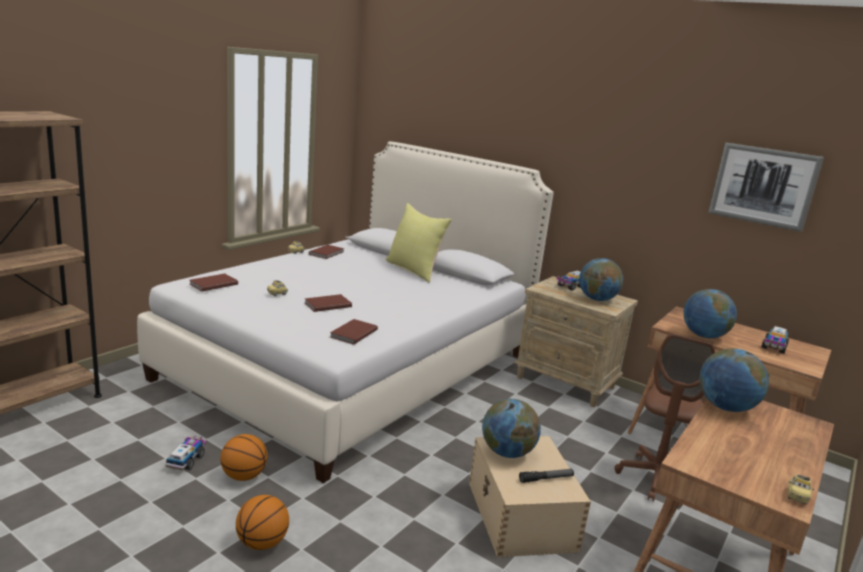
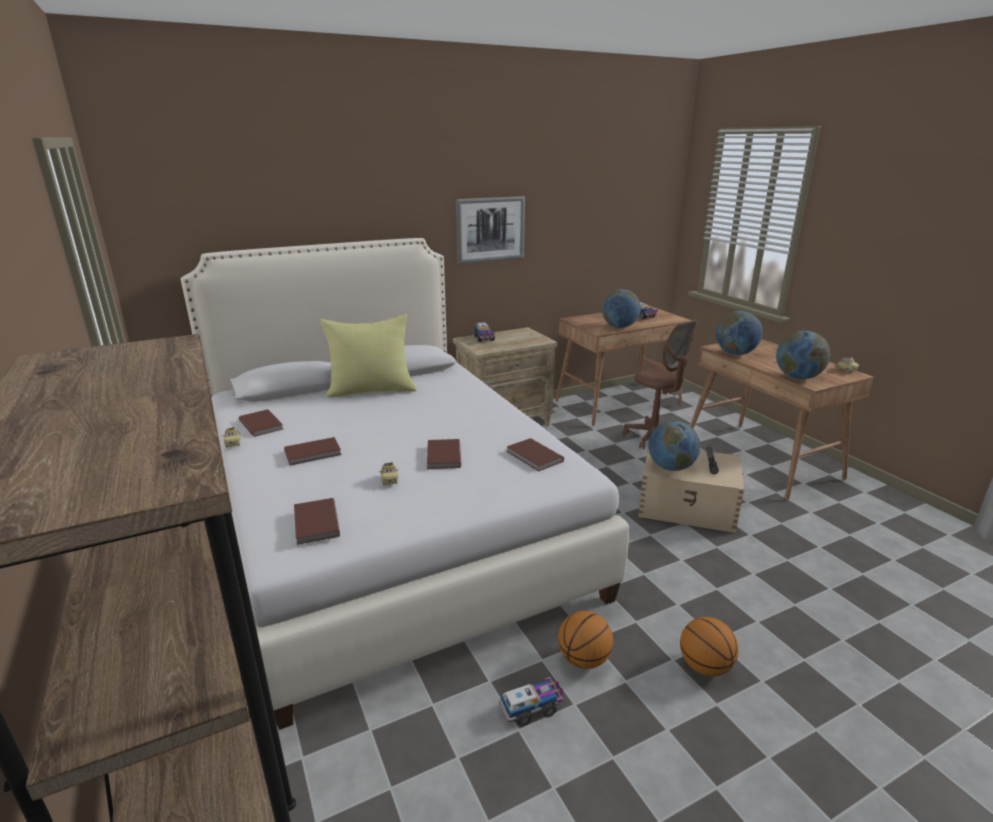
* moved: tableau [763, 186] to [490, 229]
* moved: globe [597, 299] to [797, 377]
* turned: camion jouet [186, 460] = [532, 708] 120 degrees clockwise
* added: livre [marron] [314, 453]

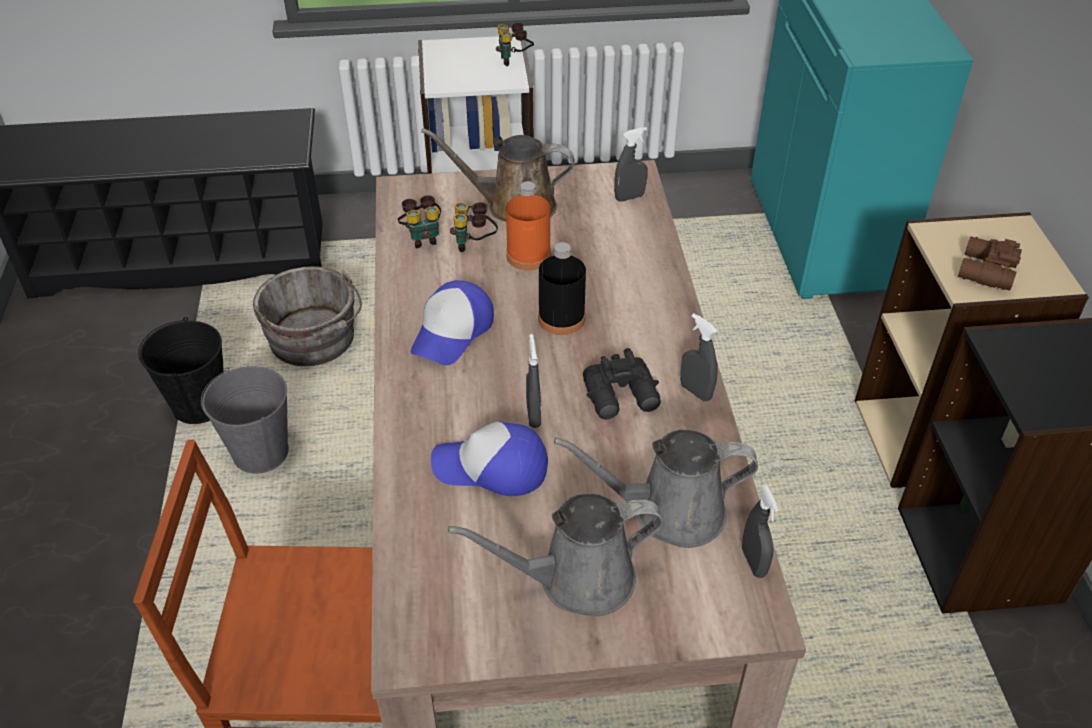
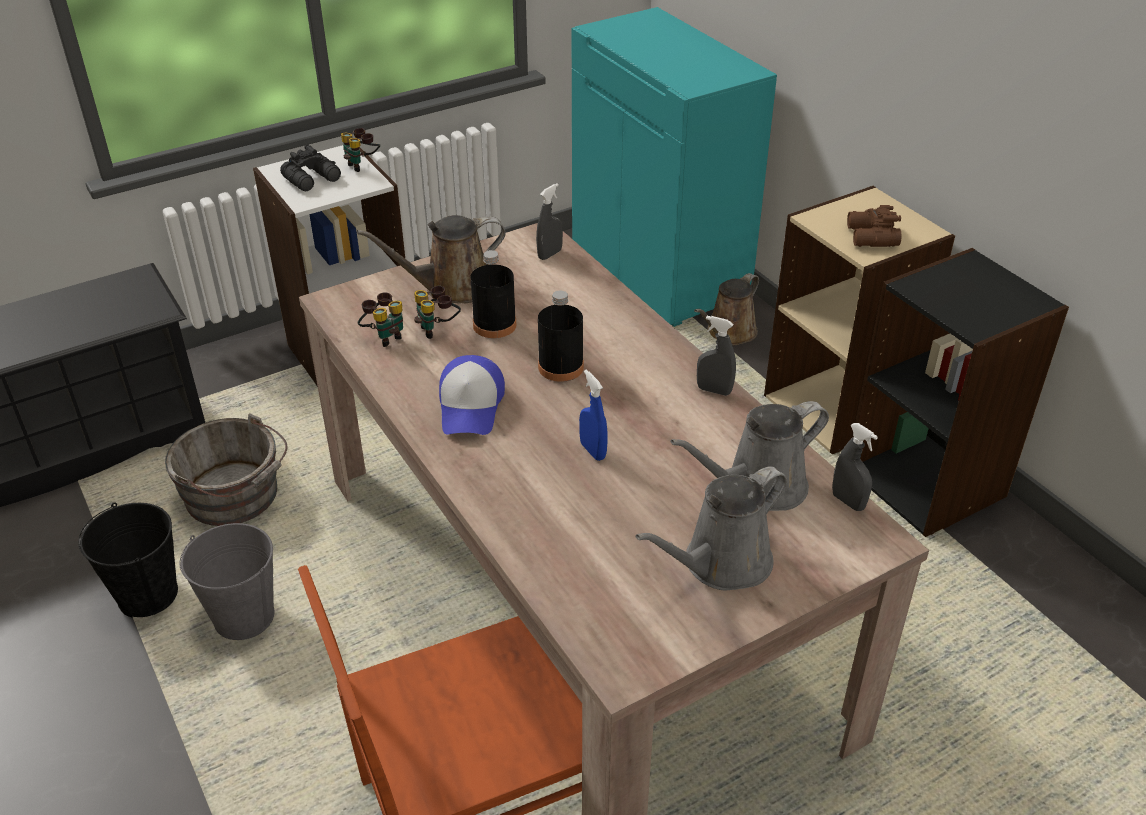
* recoloured: bouteille [orange] [528, 256] to bouteille [noir] [494, 325]
* recoloured: vaporisateur [gris] [533, 415] to vaporisateur [bleu] [593, 451]
* moved: jumelles [noir] [622, 397] to [313, 179]
* removed: casquette [491, 468]
* added: arrosoir [marron] [728, 334]

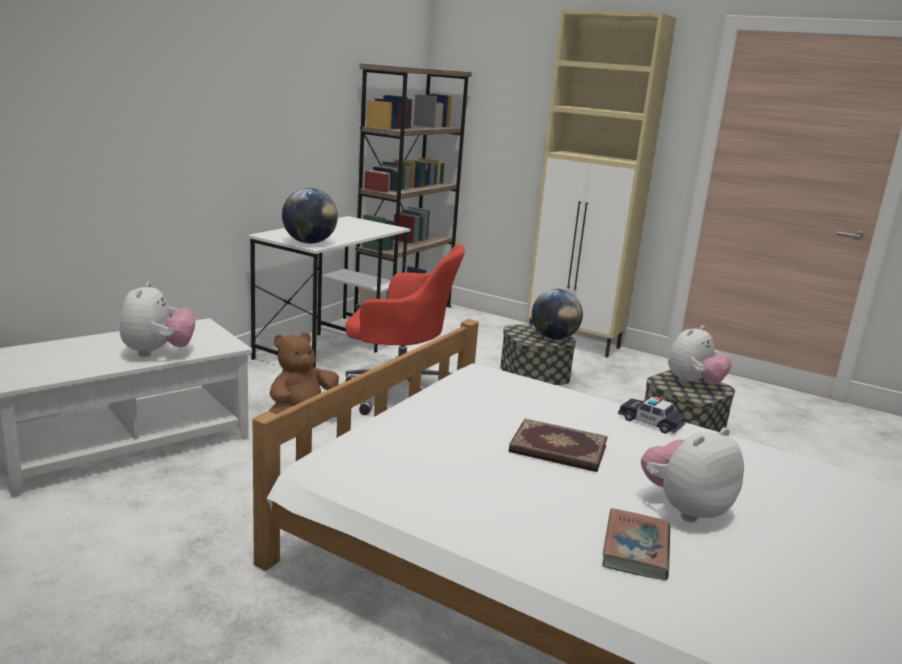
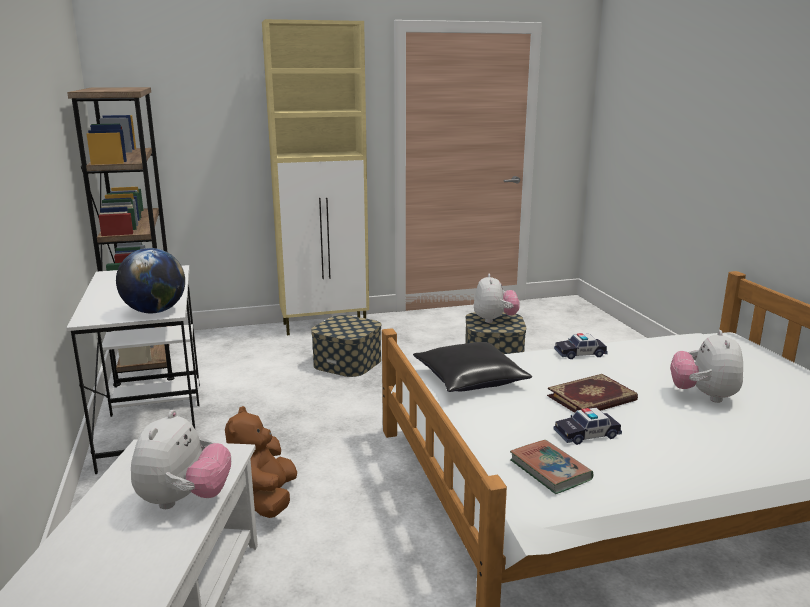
* removed: chaise de bureau [rouge] [398, 392]
* turned: peluche [157, 352] = [184, 500] 60 degrees clockwise
* removed: globe [554, 338]
* moved: livre [636, 549] to [550, 470]
* added: coussin [noir] [470, 379]
* added: petite voiture [587, 434]

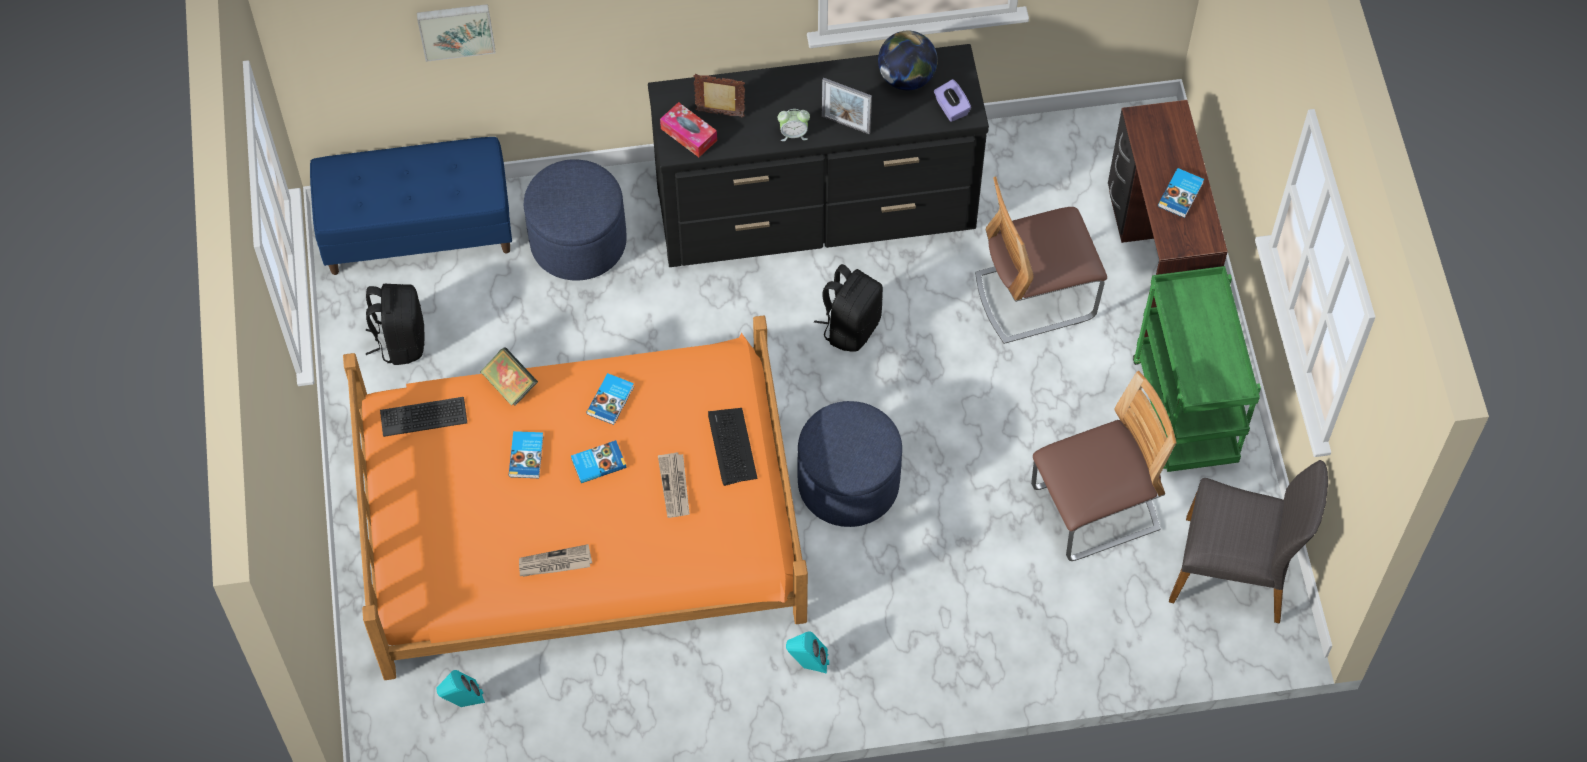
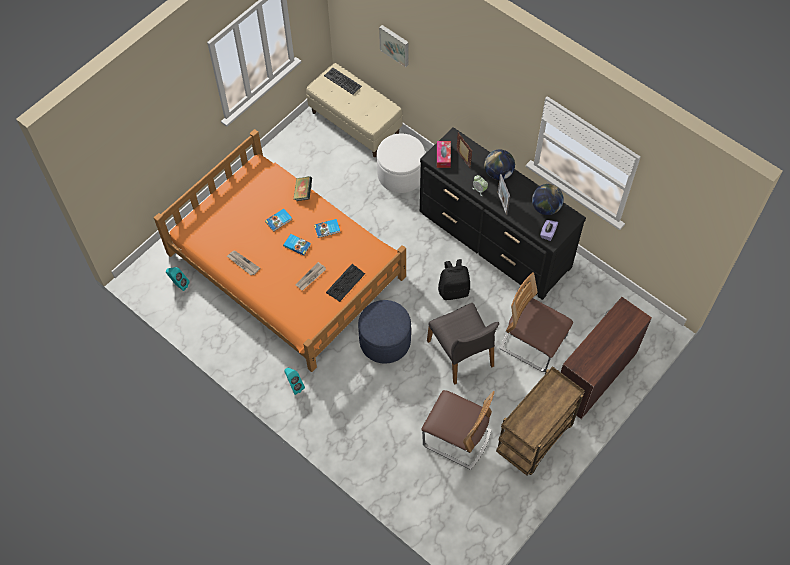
* recoloured: banc [bleu] [419, 230] to banc [beige] [356, 123]
* recoloured: pouf [bleu] [578, 241] to pouf [blanc] [401, 174]
* removed: livre [1181, 194]
* recoloured: chariot [vert] [1186, 413] to chariot [marron] [534, 440]
* removed: sac à dos [noir] [400, 340]
* moved: clavier [423, 416] to [343, 81]
* moved: chaise [gris] [1234, 571] to [461, 353]
* added: globe [498, 173]

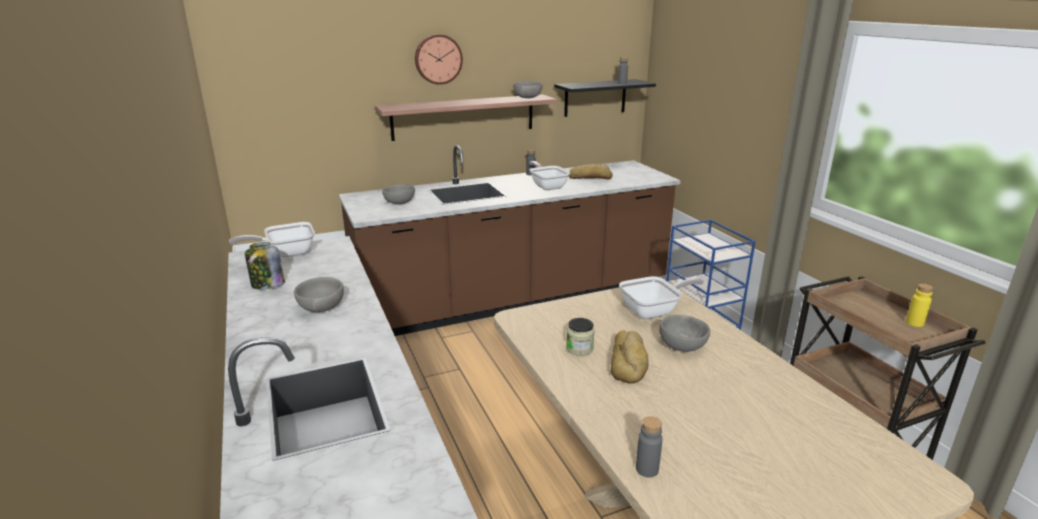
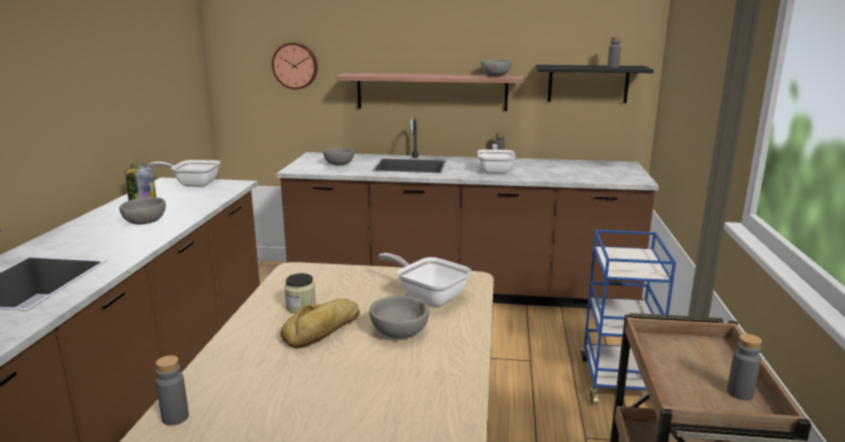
* moved: horloge murale [438, 59] to [295, 65]
* removed: pain [590, 177]
* turned: poêle [654, 311] = [428, 296] 150 degrees counterclockwise
* recoloured: bouteille [jaune] [914, 323] to bouteille [gris] [740, 393]

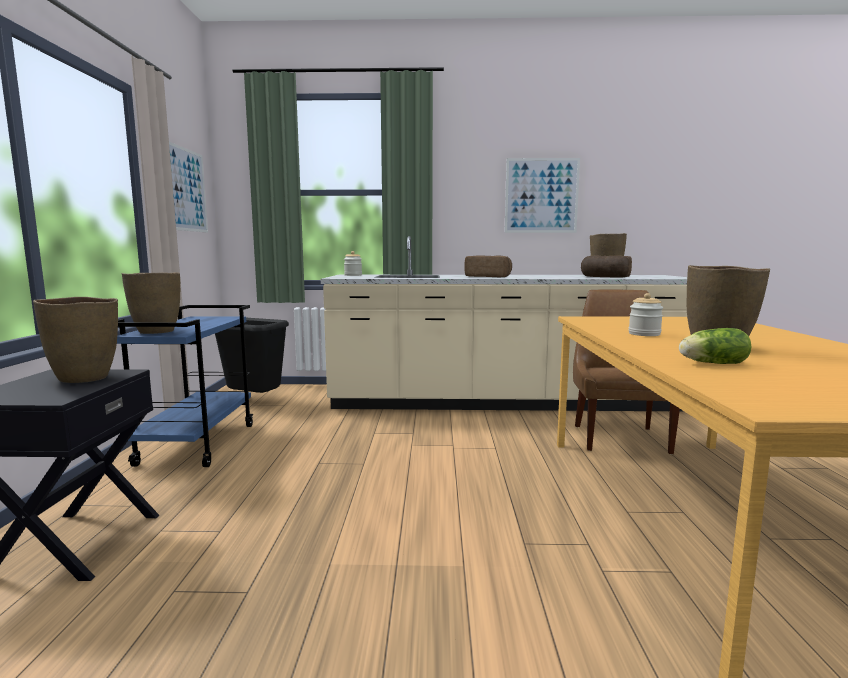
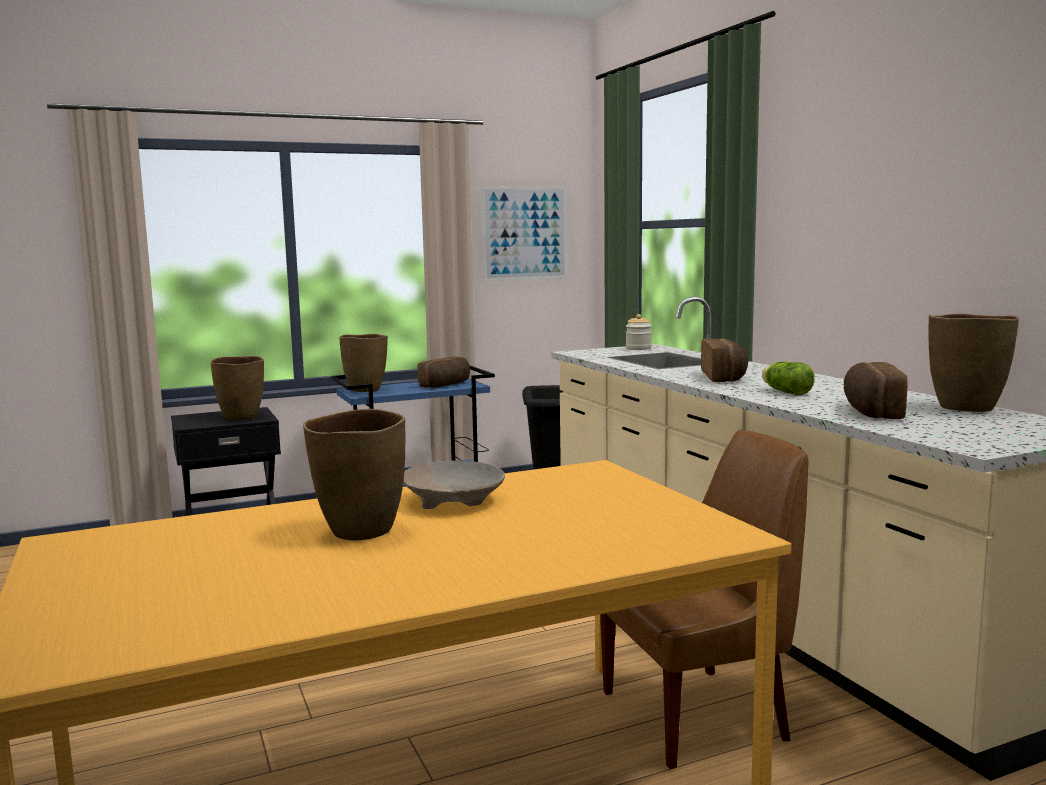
* removed: tableau [541, 196]
* replaced: bocal [644, 334] to bol [beige] [454, 500]
* moved: laitue [710, 363] to [785, 392]
* added: pain [446, 385]

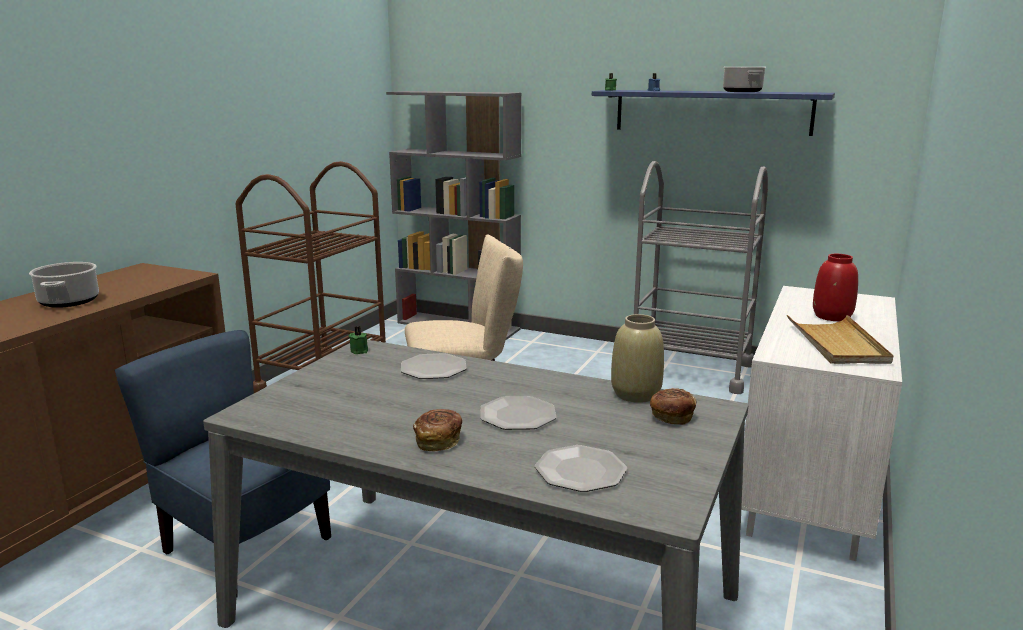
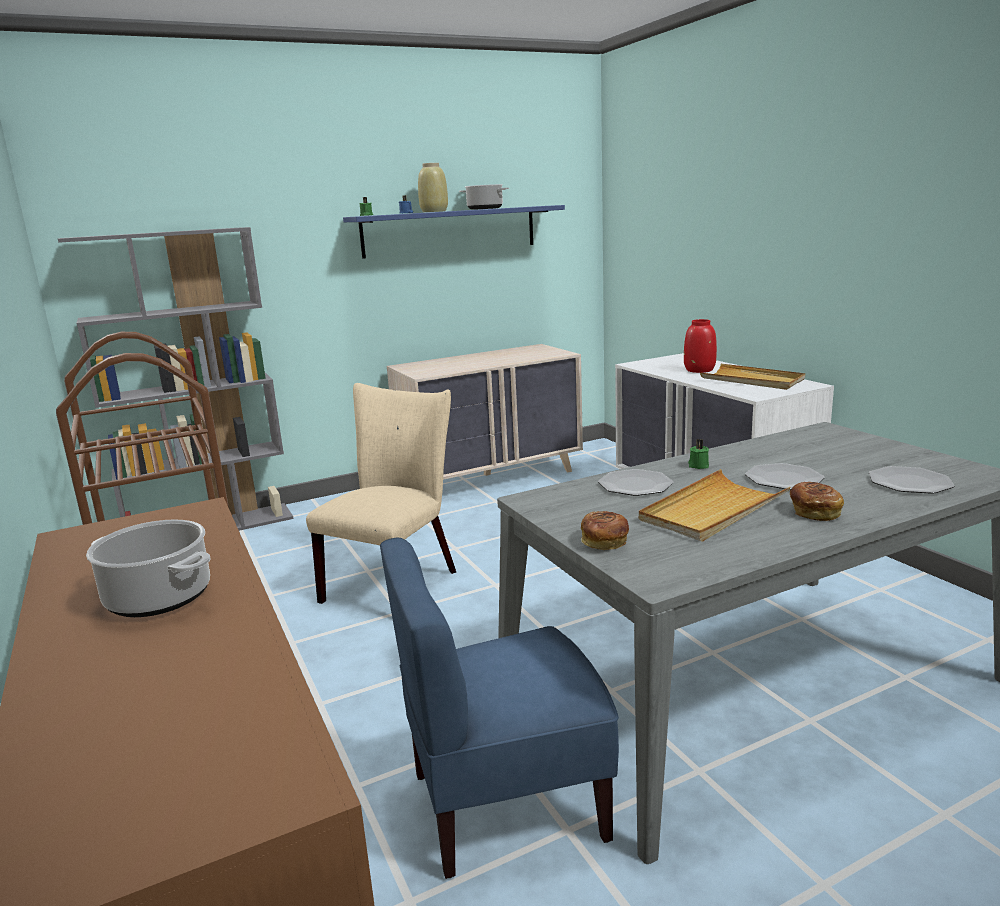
* replaced: chariot [gris] [690, 370] to commode [beige] [491, 477]
* moved: vase [beige] [636, 394] to [434, 211]
* moved: bougie [vert] [360, 350] to [698, 465]
* moved: pain [671, 417] to [604, 543]
* added: plateau [beige] [712, 510]

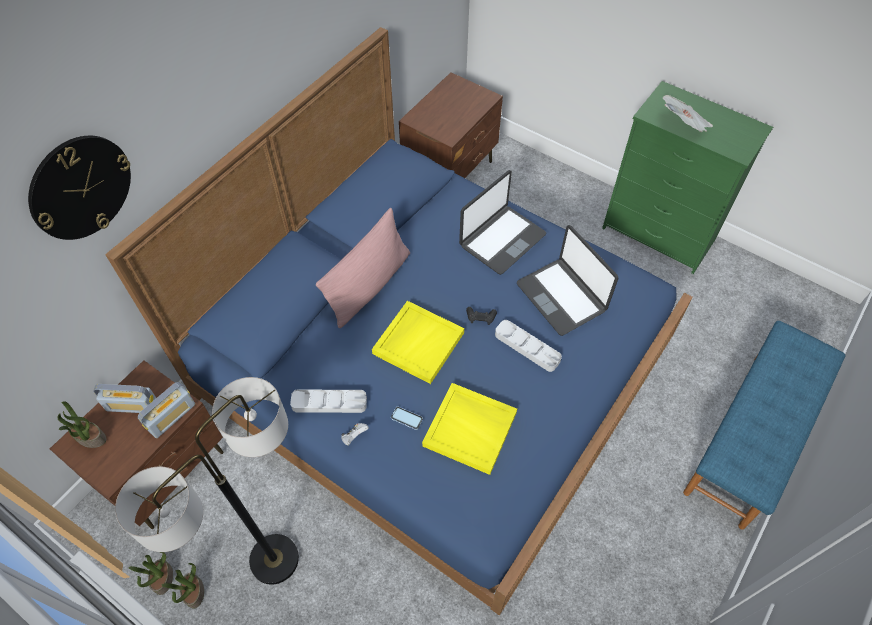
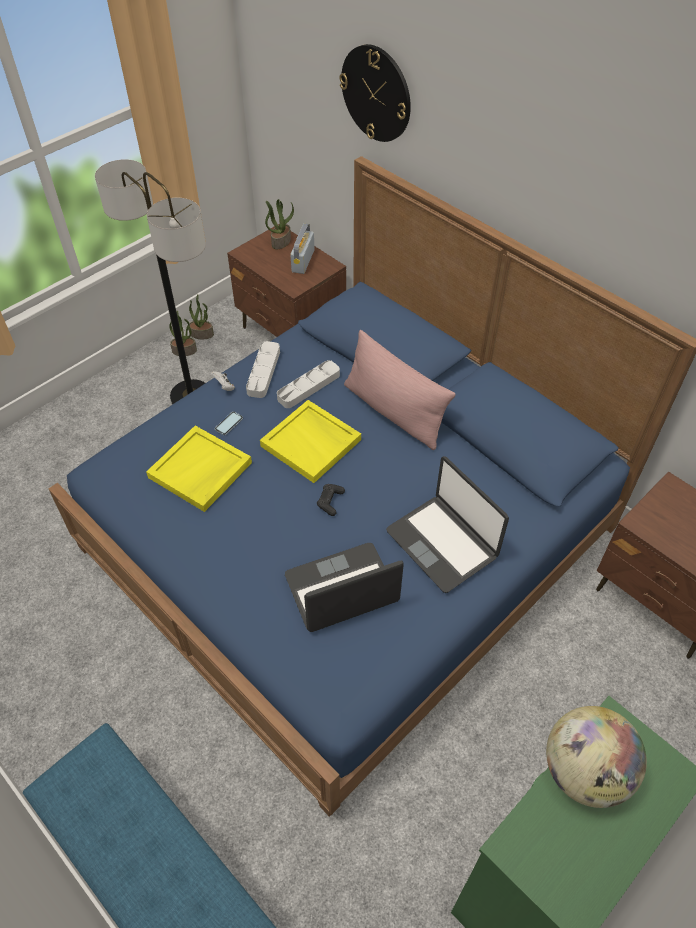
* replaced: journal [684, 125] to globe [584, 772]
* moved: plateau [gris] [527, 347] to [308, 387]
* removed: radio [171, 417]

